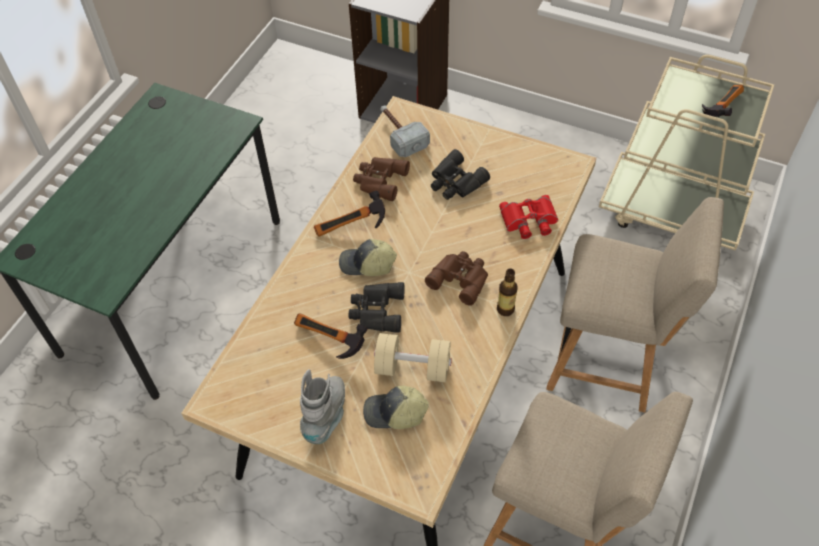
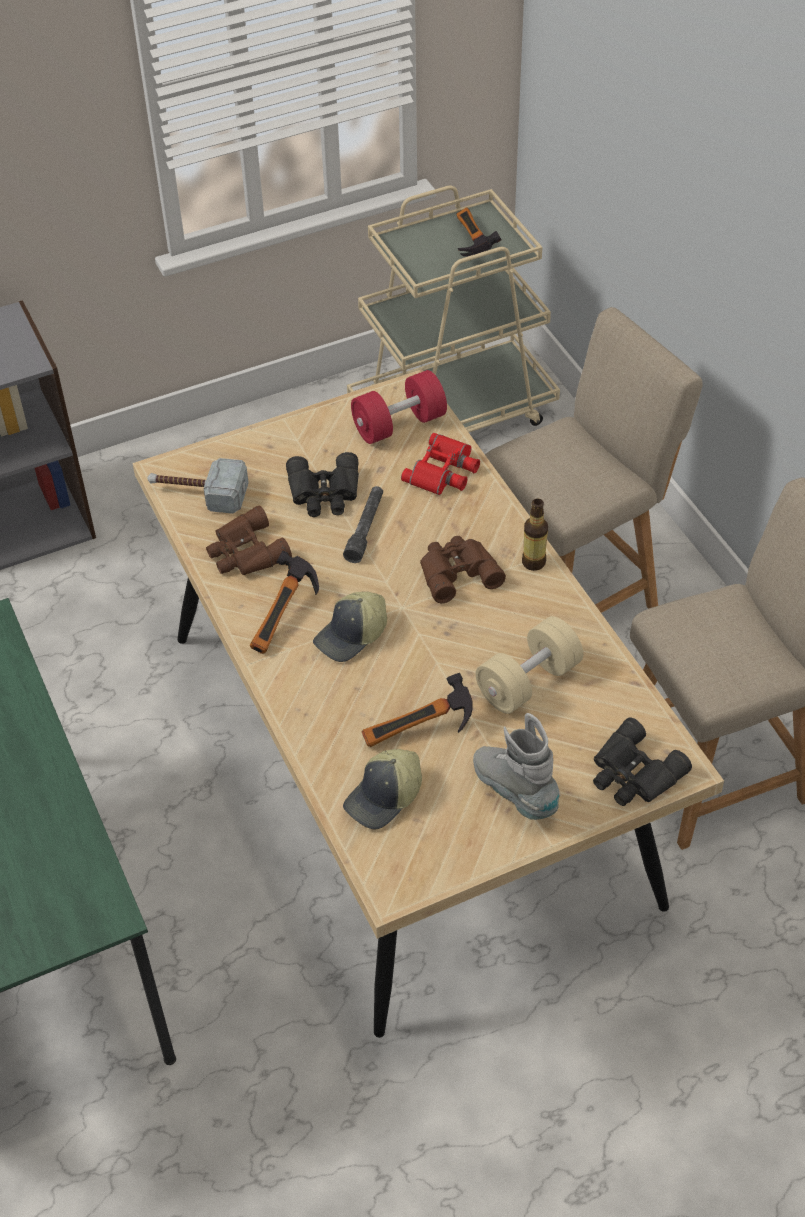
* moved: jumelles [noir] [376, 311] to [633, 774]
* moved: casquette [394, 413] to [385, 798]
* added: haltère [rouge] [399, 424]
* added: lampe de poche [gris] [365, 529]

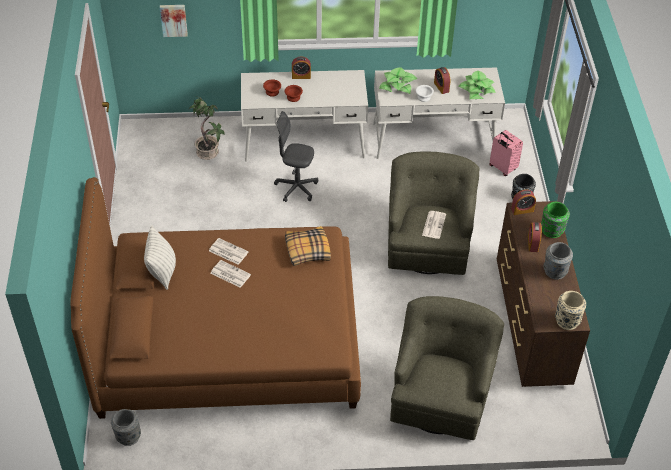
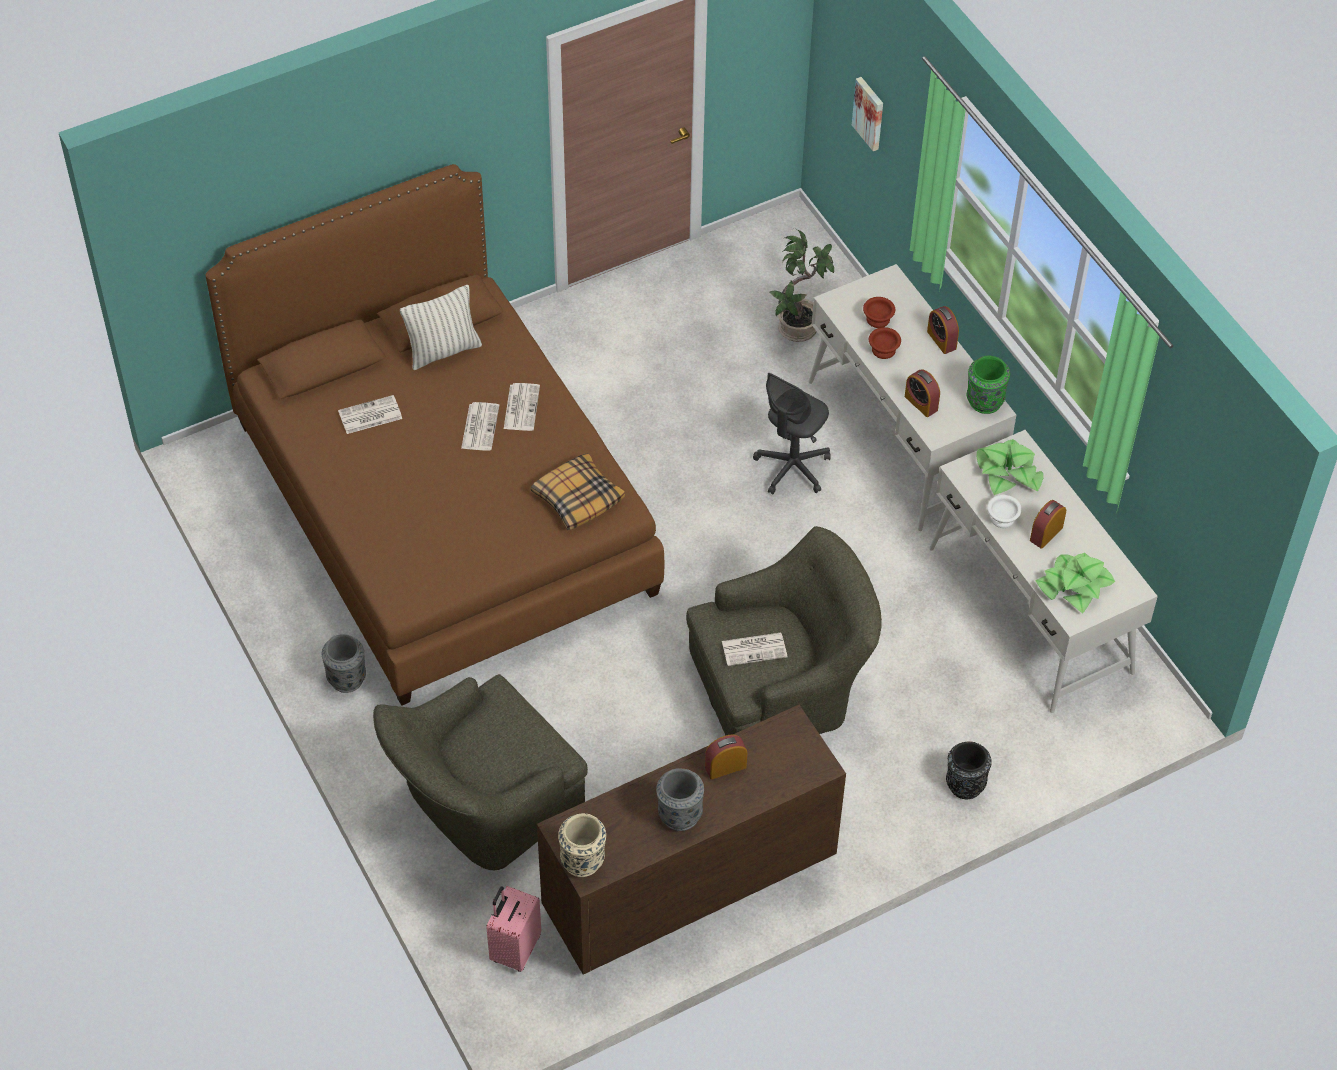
* turned: chaise de bureau [gris] [296, 188] = [792, 468] 135 degrees counterclockwise
* moved: valise [rose] [502, 168] to [514, 949]
* moved: réveil [522, 210] to [921, 403]
* moved: vase [vert] [552, 231] to [984, 401]
* turned: fauteuil [vert] [441, 394] = [481, 805] 150 degrees clockwise
* moved: vase [gris] [128, 436] to [346, 678]
* added: journal [369, 416]

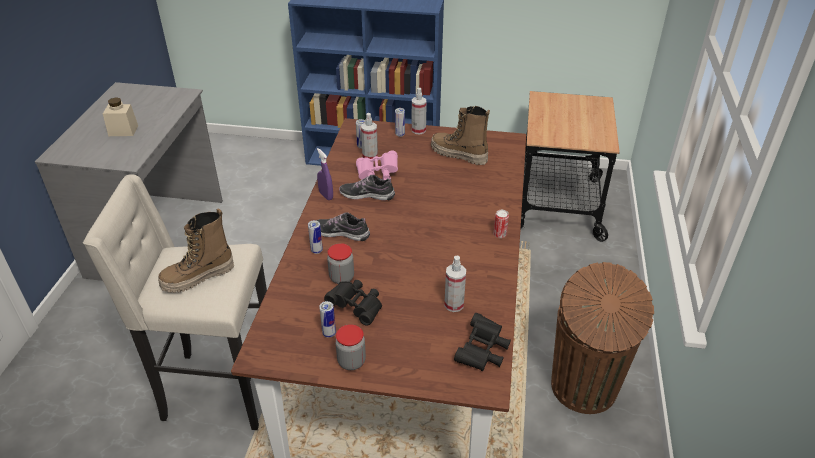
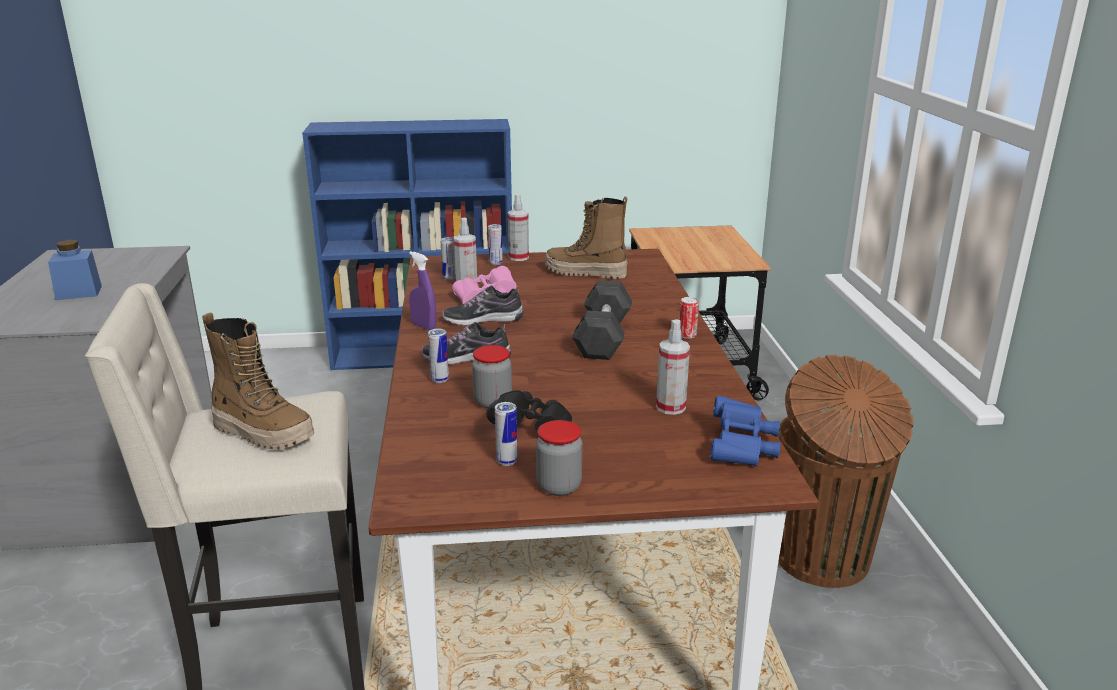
* recoloured: bocal [beige] [123, 131] to bocal [bleu] [79, 293]
* turned: botte [198, 277] = [263, 433] 105 degrees counterclockwise
* recoloured: jumelles [noir] [482, 352] to jumelles [bleu] [742, 448]
* added: haltère [gris] [603, 337]

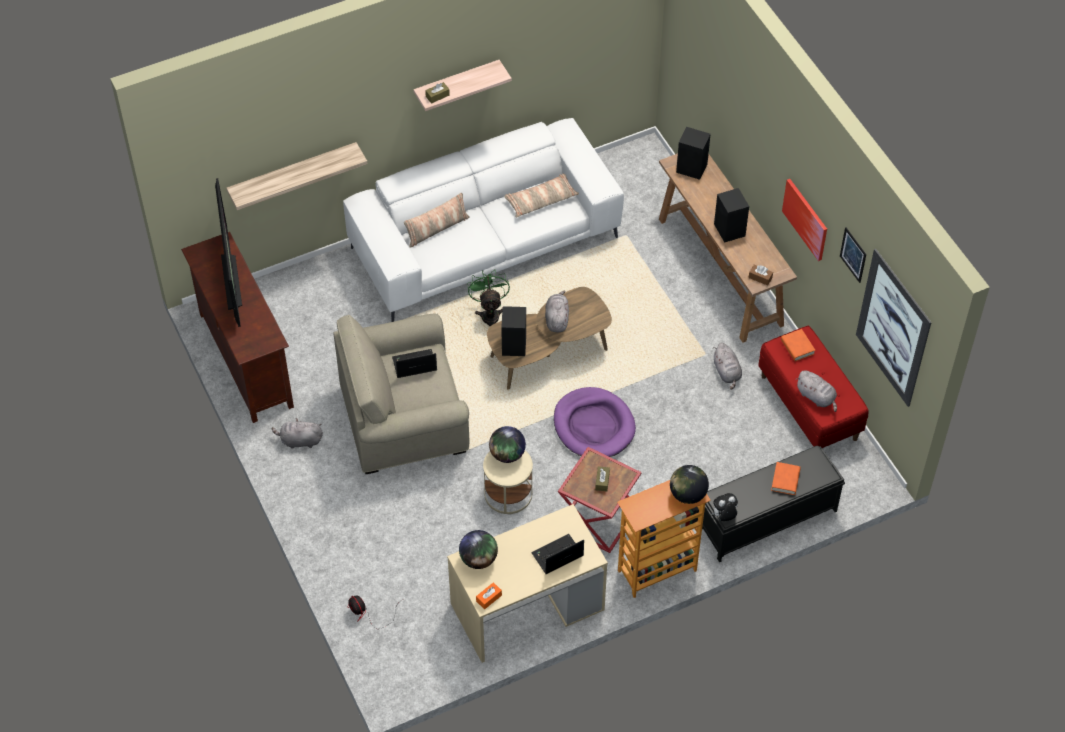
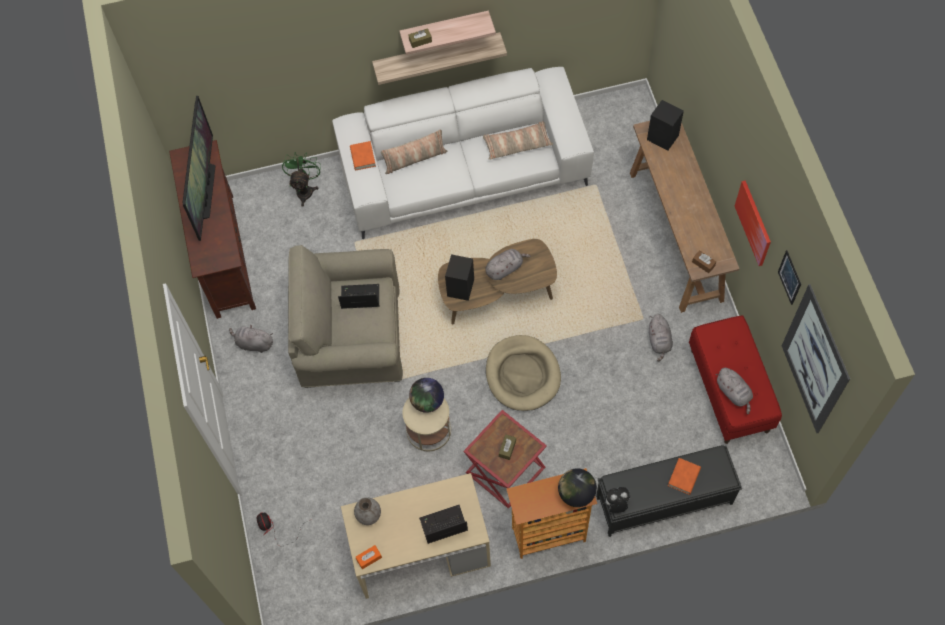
* moved: étagère [293, 173] to [437, 54]
* removed: enceinte [noir] [730, 230]
* moved: ventilateur [vert] [489, 314] to [305, 189]
* turned: peluche [gris] [557, 319] = [505, 268] 45 degrees clockwise
* moved: livre [orange] [797, 347] to [363, 157]
* recoloured: panier pour chien [violet] [594, 426] to panier pour chien [beige] [522, 374]
* replaced: globe [478, 559] to vase [gris] [369, 515]

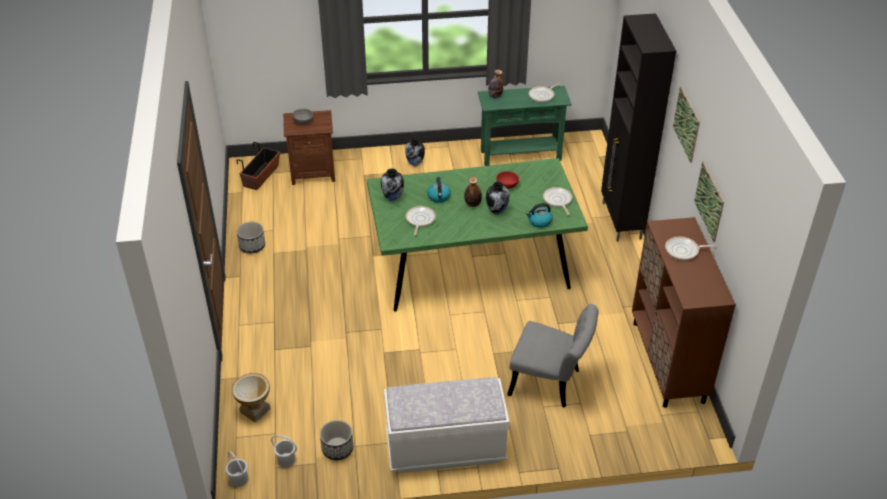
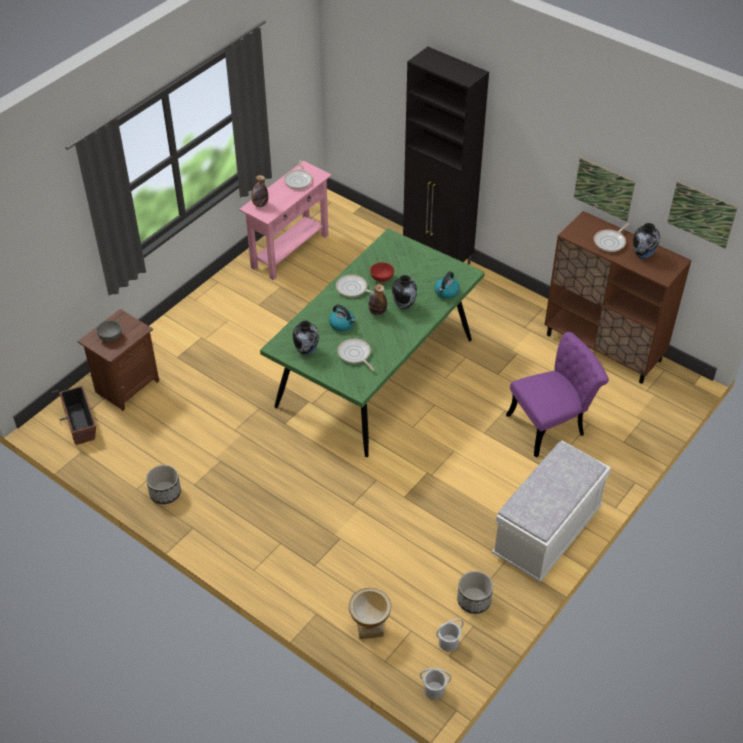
* recoloured: table console [vert] [520, 155] to table console [rose] [290, 251]
* moved: tableau [686, 124] to [701, 214]
* moved: vase [415, 164] to [643, 255]
* moved: poêle [557, 200] to [353, 289]
* recoloured: chaise [gris] [551, 383] to chaise [violet] [552, 424]

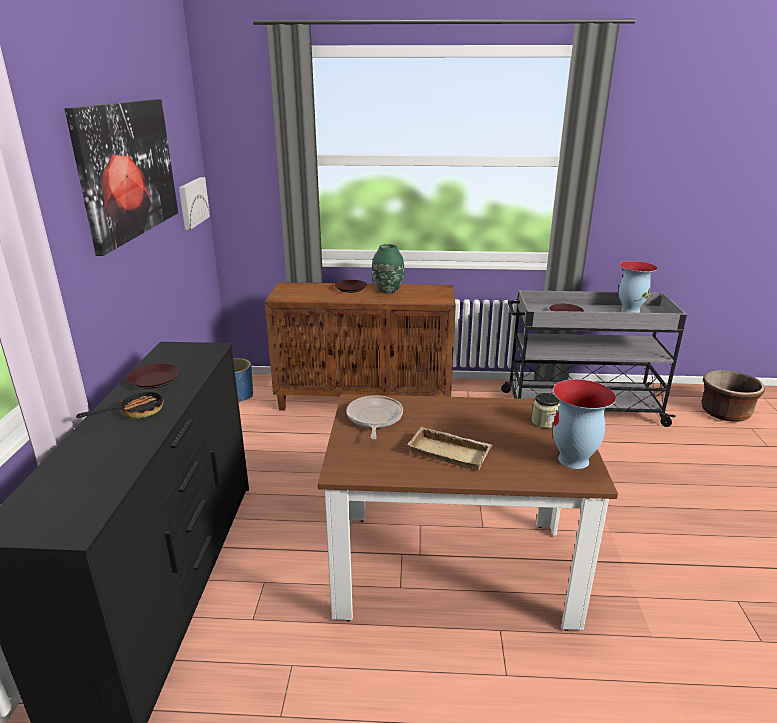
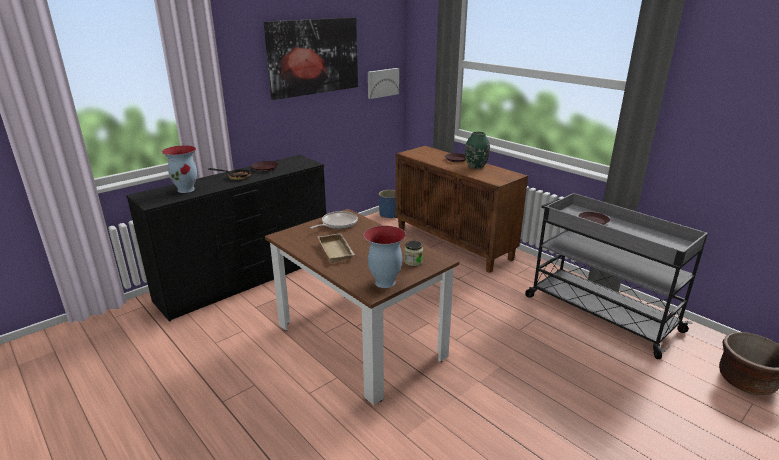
* moved: vase [630, 310] to [186, 189]

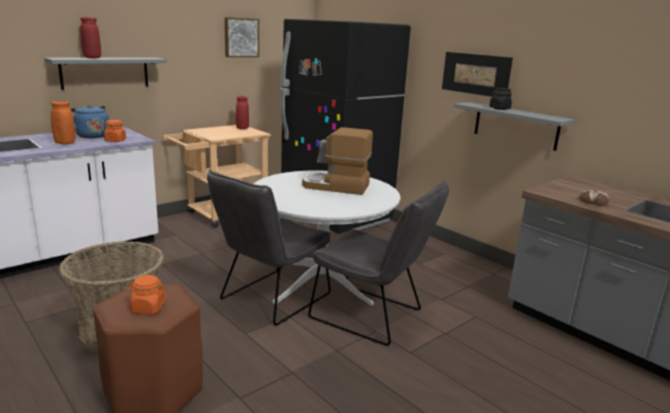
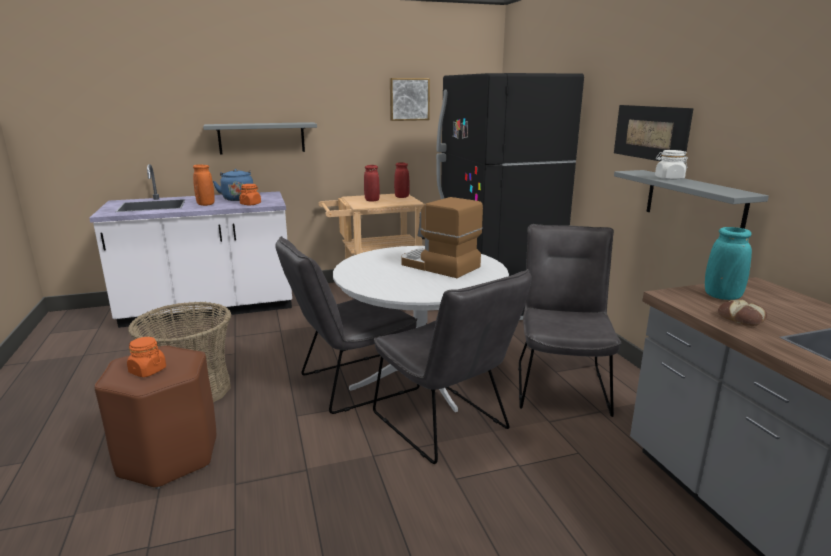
* moved: vase [rouge] [92, 58] to [372, 200]
* recoloured: bocal [noir] [499, 108] to bocal [blanc] [669, 178]
* added: chaise [gris] [561, 383]
* added: vase [turquoise] [722, 296]

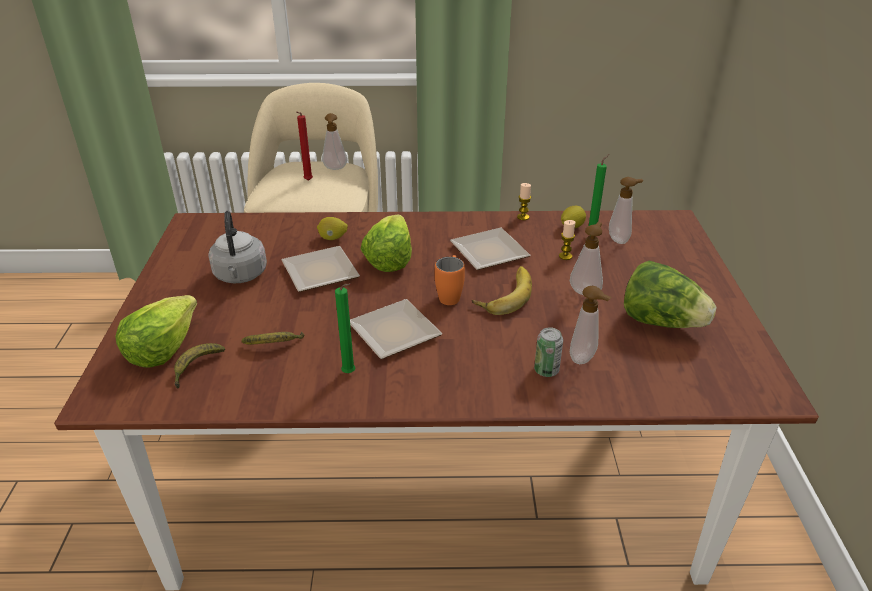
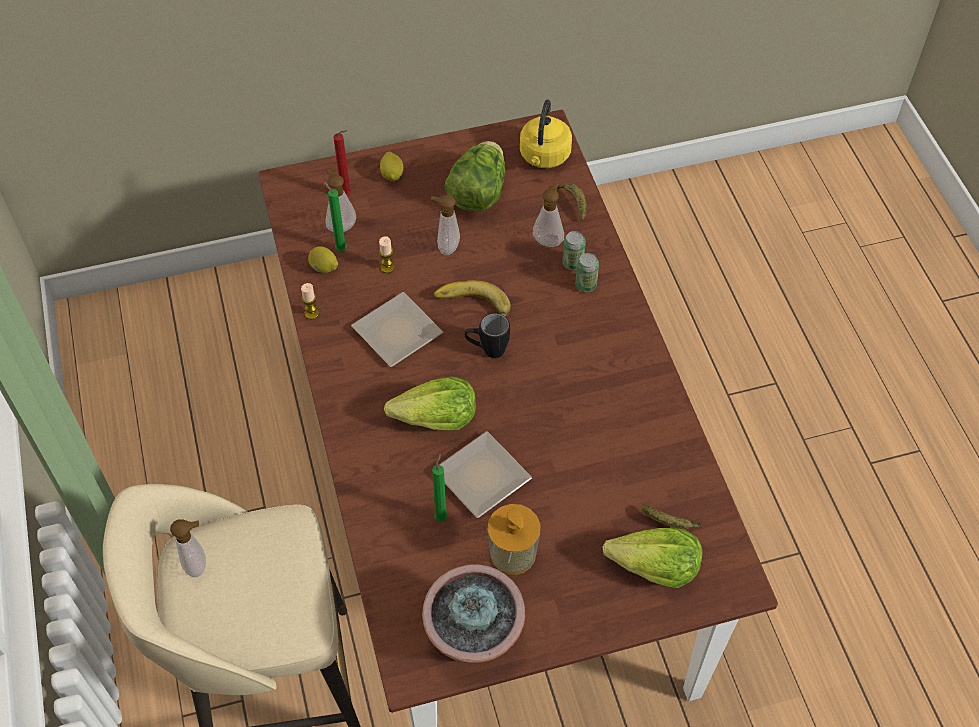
* moved: bougie [rouge] [307, 181] to [348, 195]
* replaced: bouilloire [gris] [240, 276] to distributeur de savon [513, 554]
* moved: citron [332, 238] to [392, 174]
* recoloured: mug [orange] [450, 295] to mug [noir] [487, 350]
* moved: bougie [vert] [350, 374] to [441, 516]
* removed: assiette [391, 332]
* moved: banane [274, 345] to [573, 203]
* added: bouilloire [jaune] [544, 157]
* added: boîte métallique [585, 285]
* added: plante en pot [474, 636]

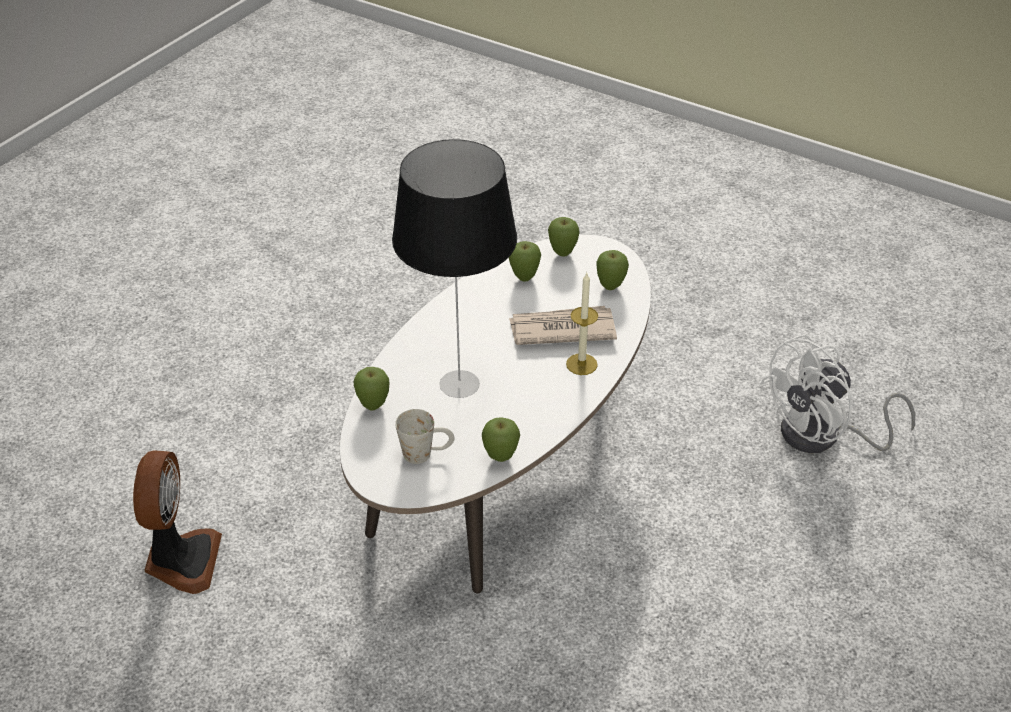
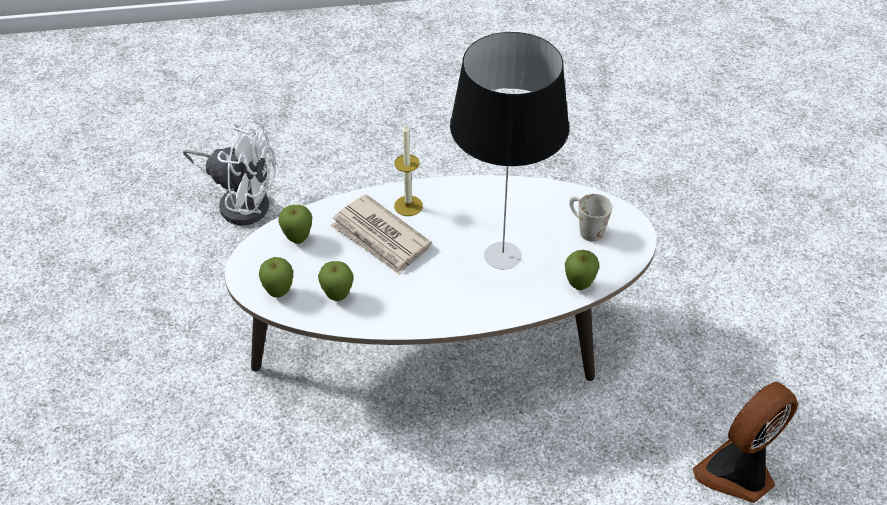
* removed: pomme [500, 458]

